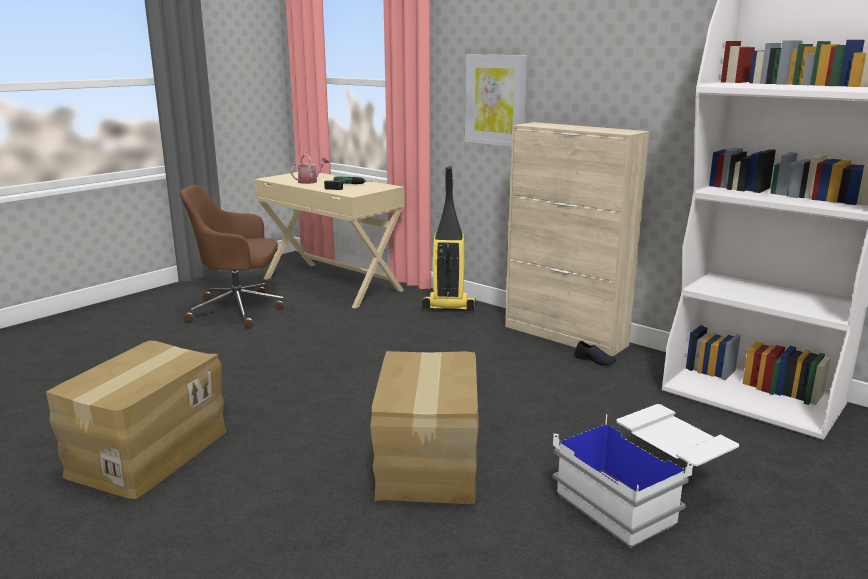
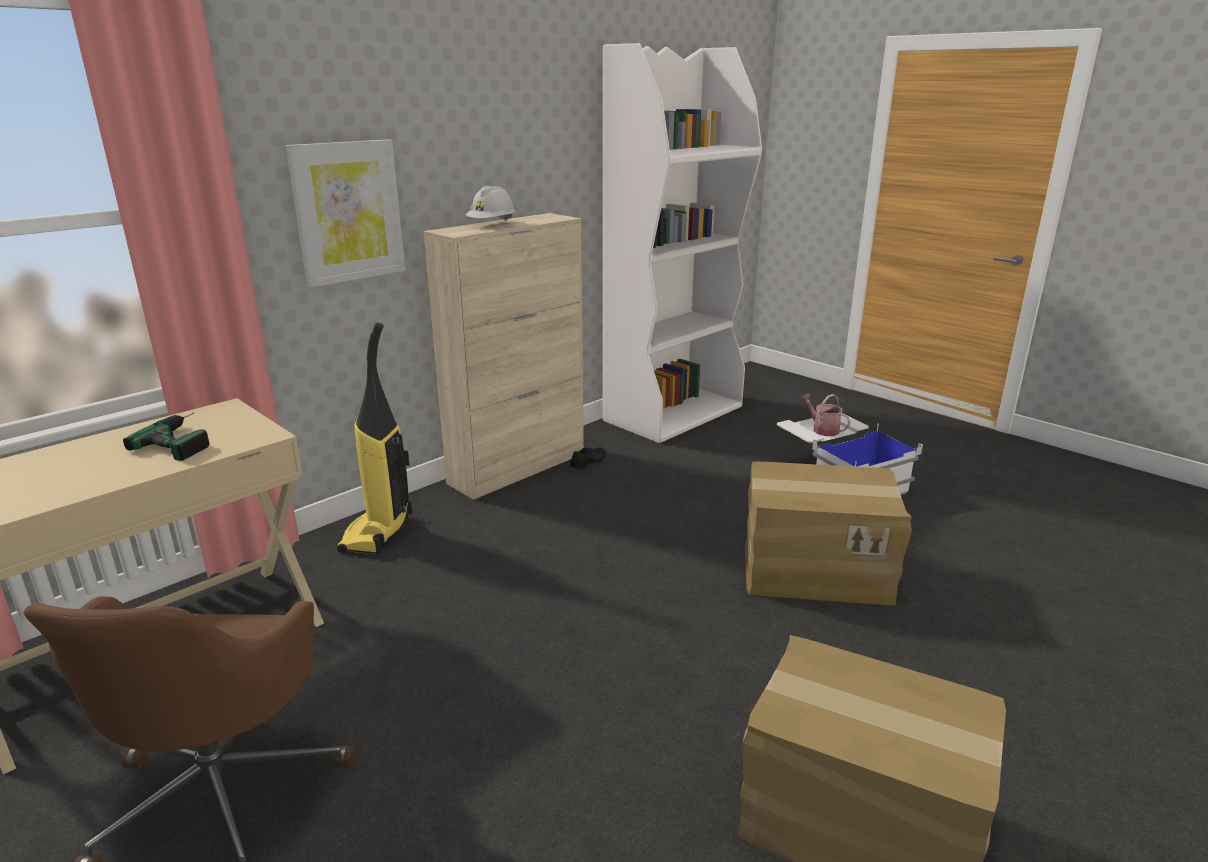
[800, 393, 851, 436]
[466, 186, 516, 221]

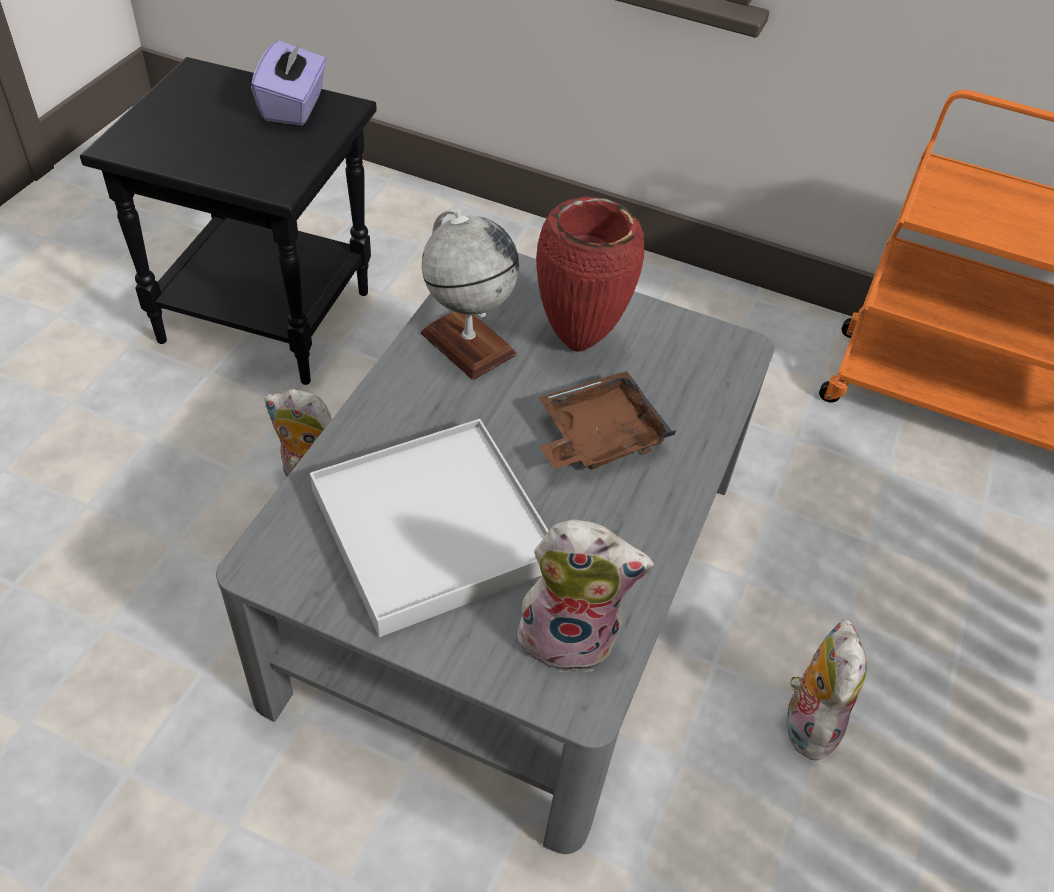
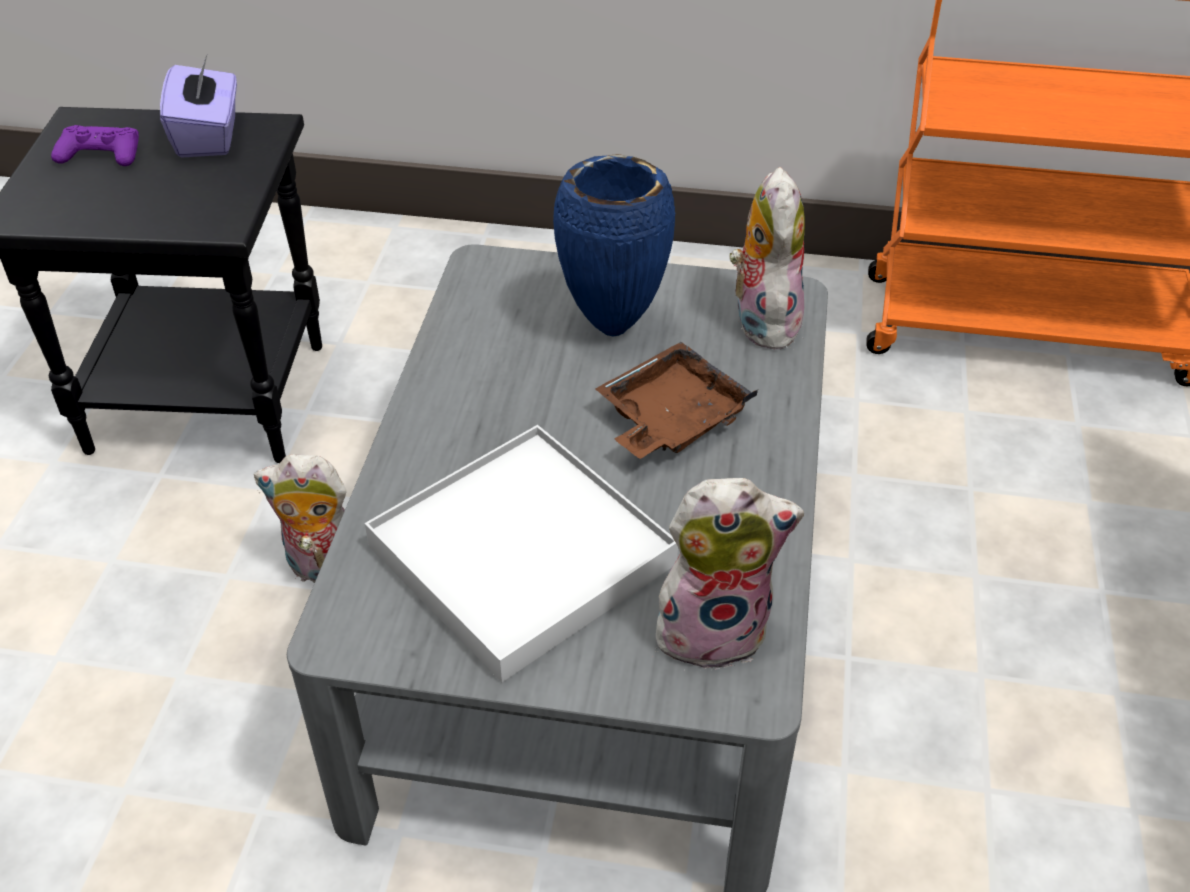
[553, 154, 675, 337]
[421, 208, 519, 380] (first image)
[730, 167, 805, 350]
[51, 125, 139, 166]

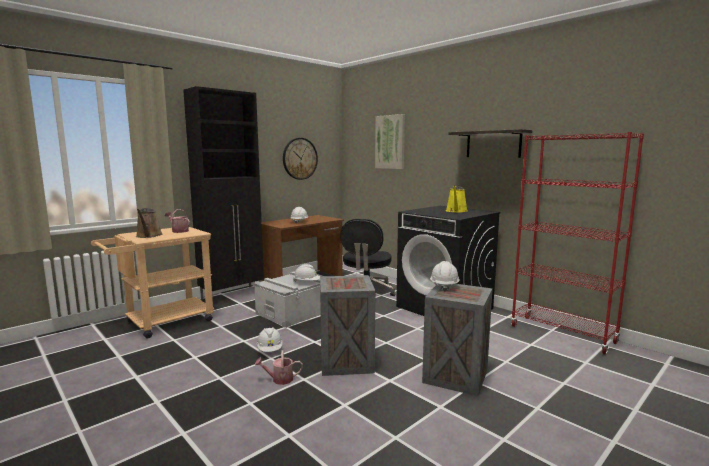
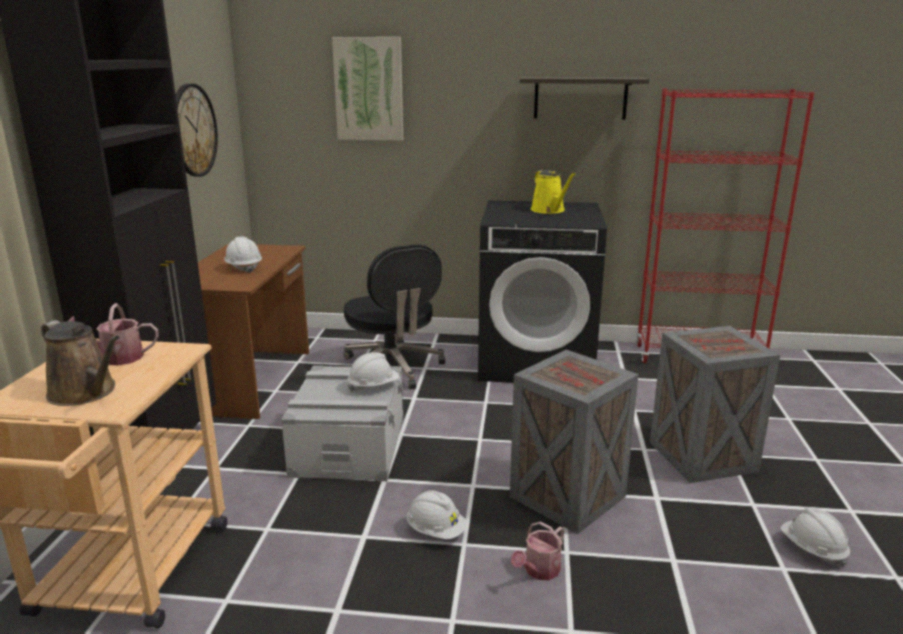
[781, 507, 850, 568]

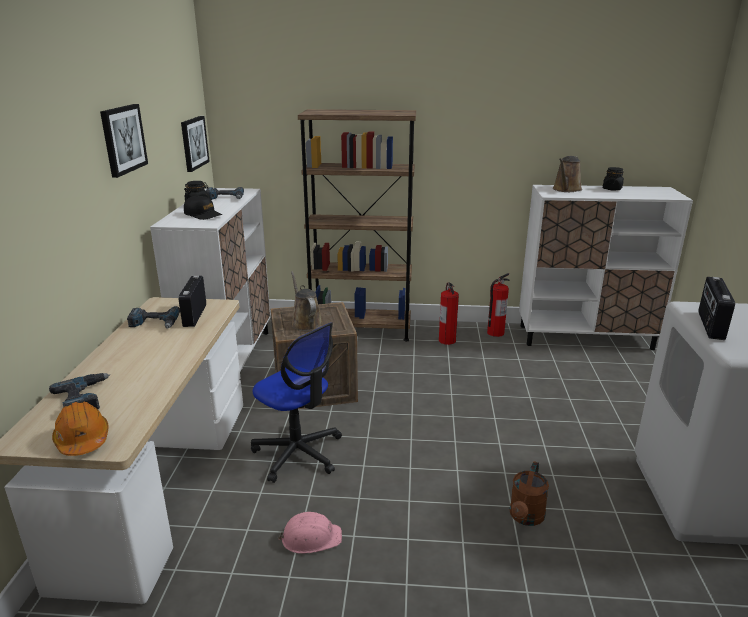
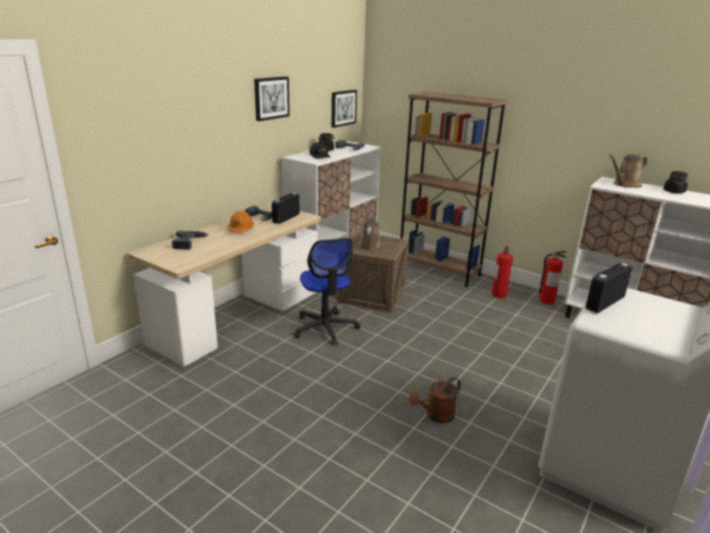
[228, 211, 254, 233]
[278, 512, 342, 554] (first image)

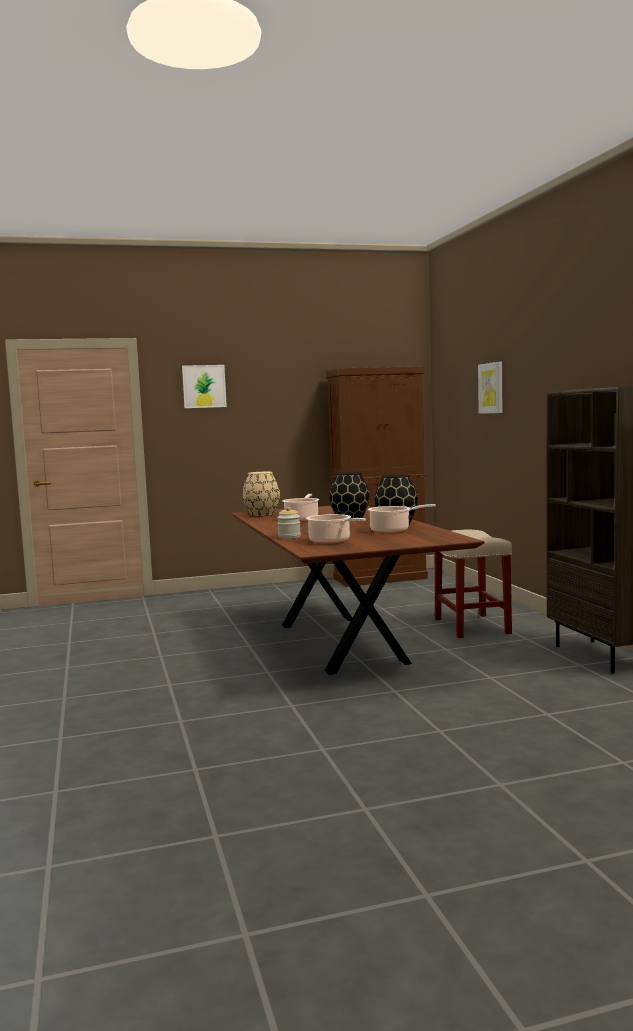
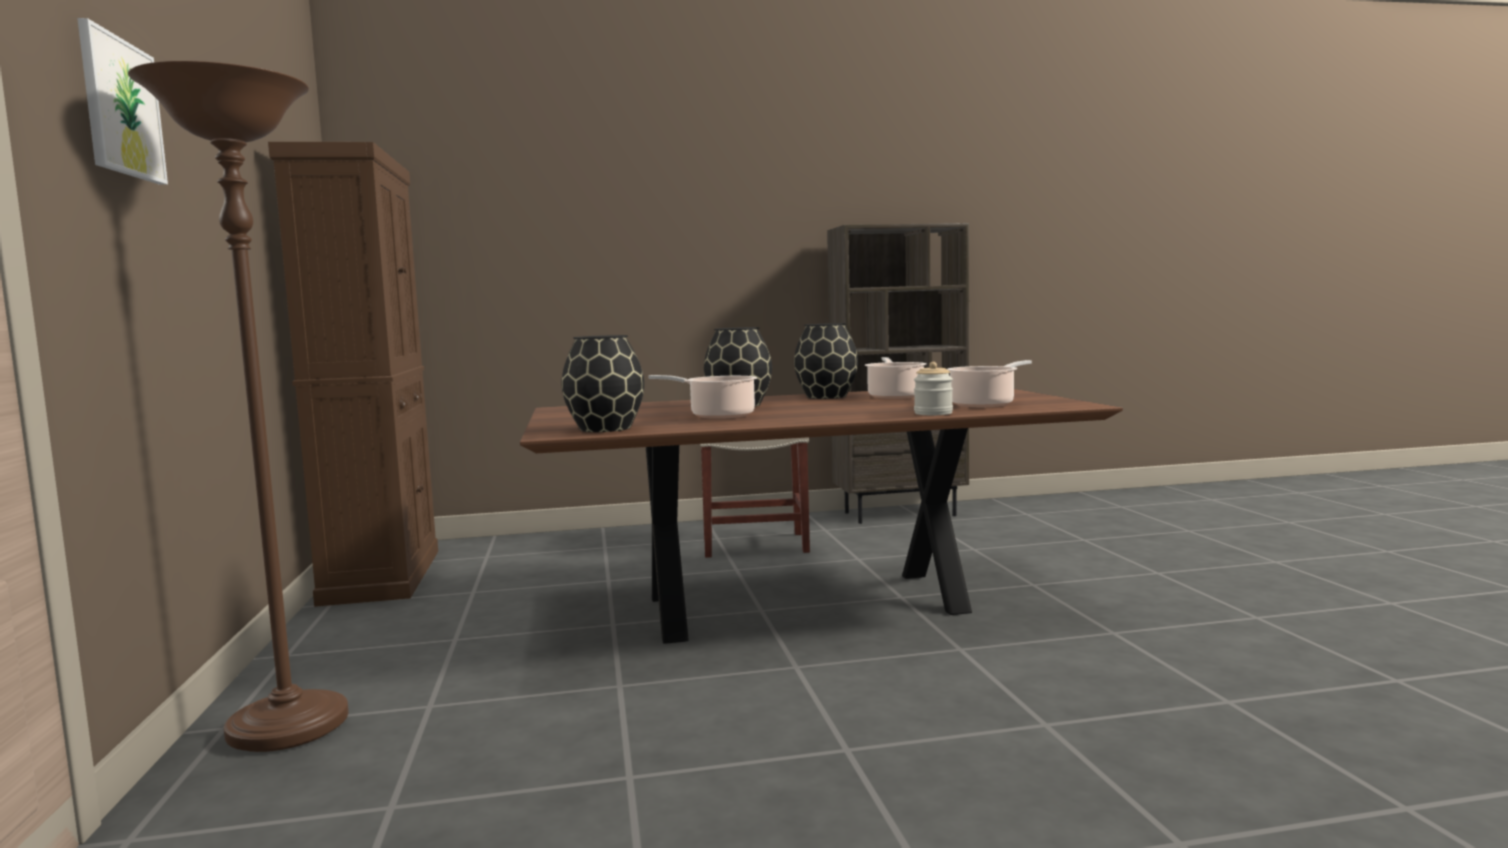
[478, 362, 502, 414] (first image)
[561, 335, 644, 432]
[128, 61, 349, 752]

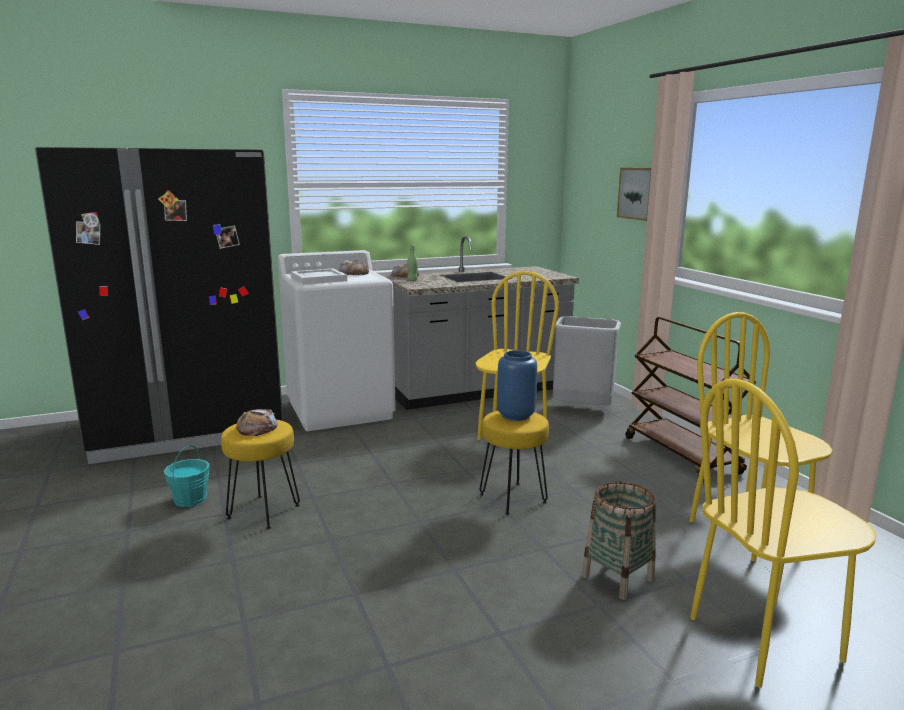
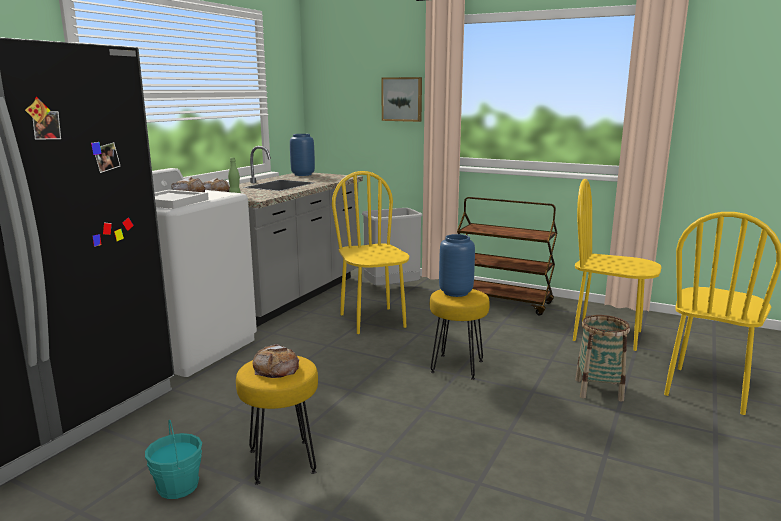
[290, 134, 315, 176]

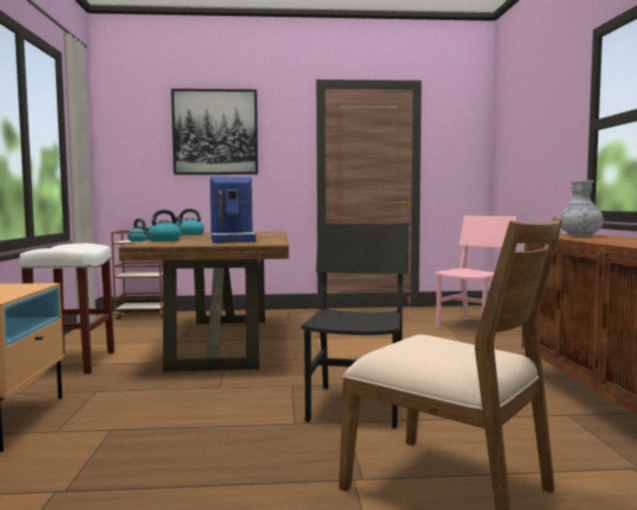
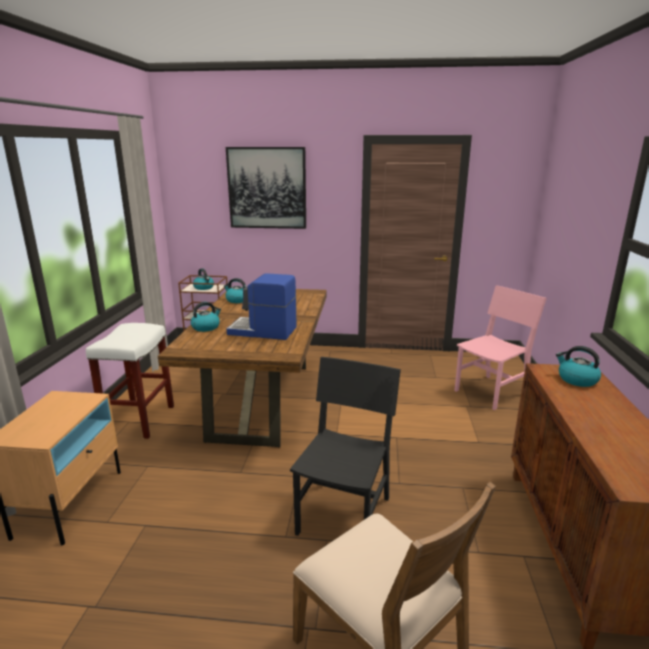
[227, 273, 297, 340]
[556, 346, 601, 387]

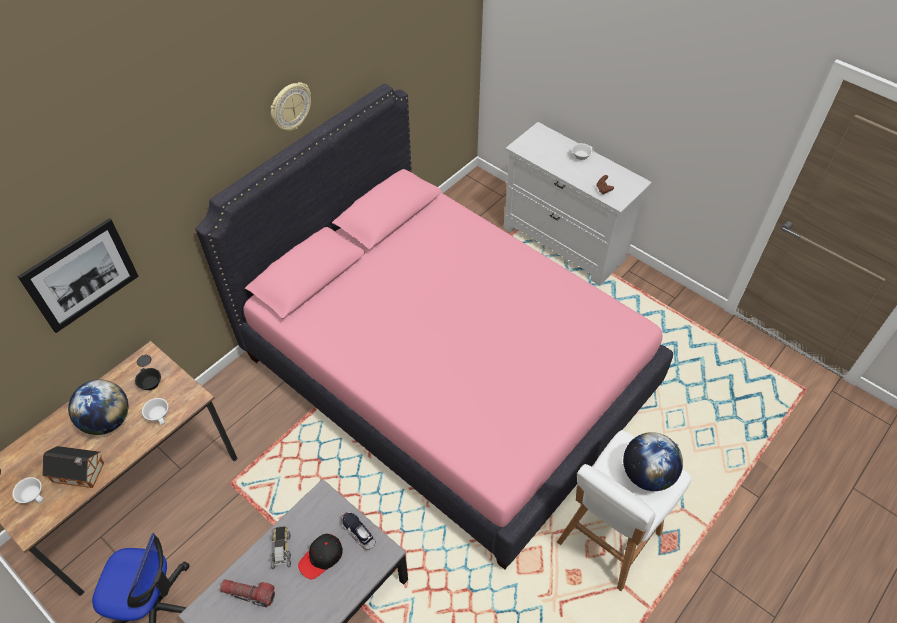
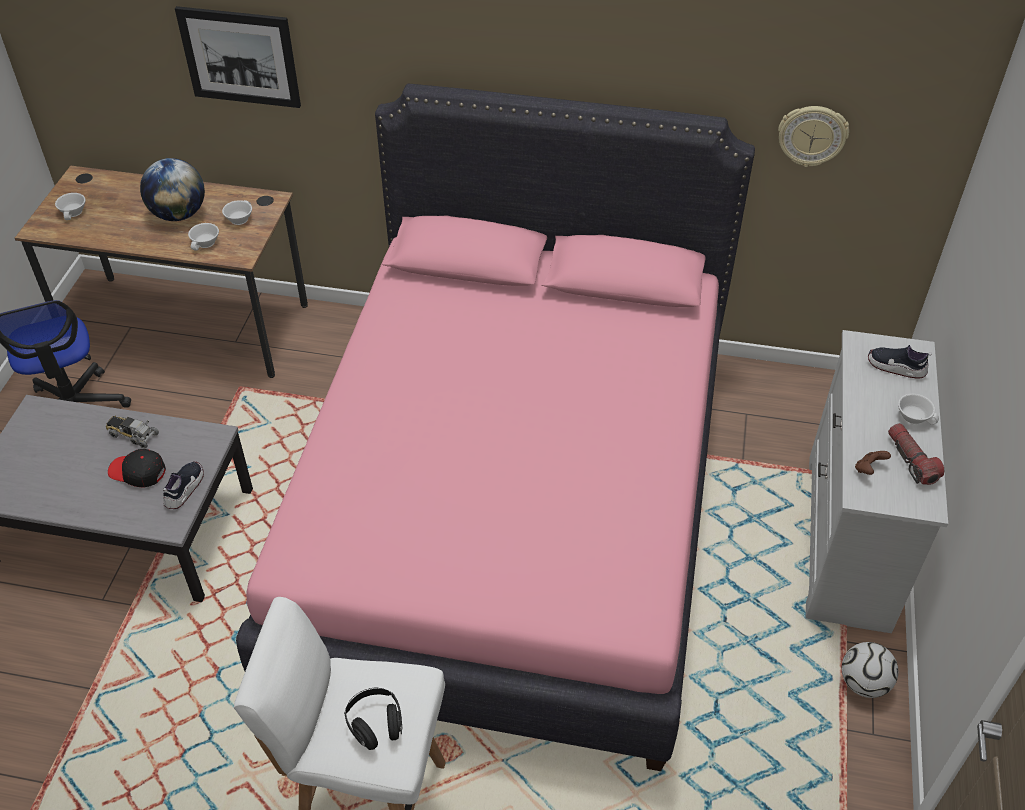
[778, 106, 849, 167]
[222, 200, 252, 225]
[344, 688, 403, 750]
[43, 446, 104, 488] (first image)
[106, 415, 159, 448]
[888, 423, 944, 485]
[868, 345, 932, 378]
[841, 642, 898, 698]

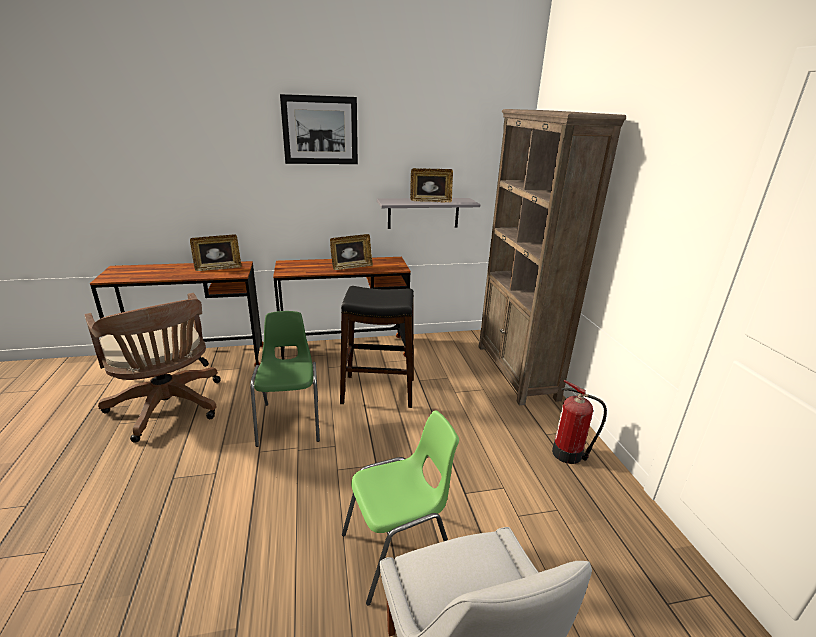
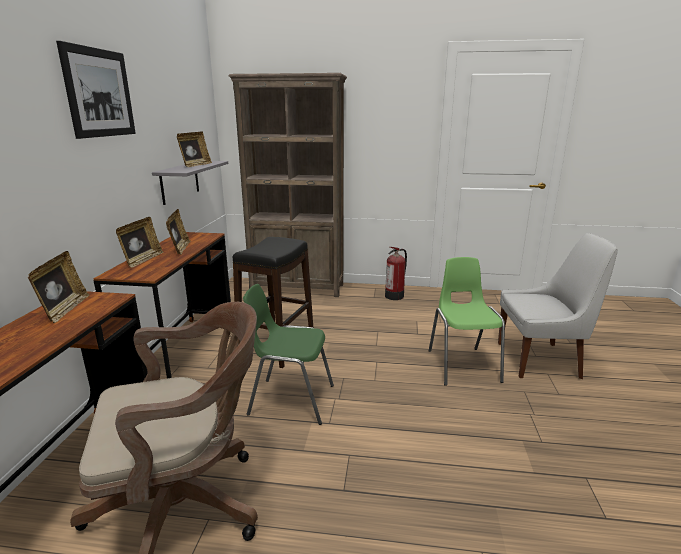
[116, 217, 163, 268]

